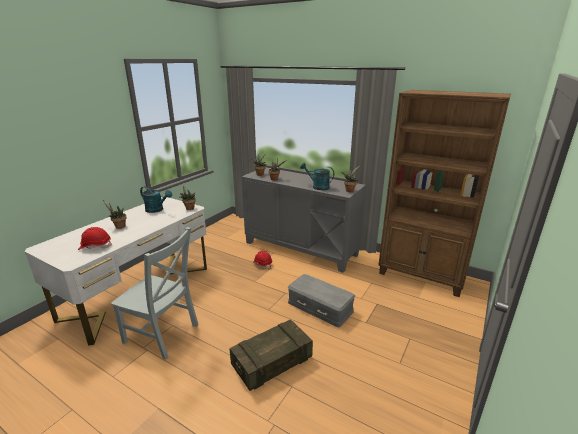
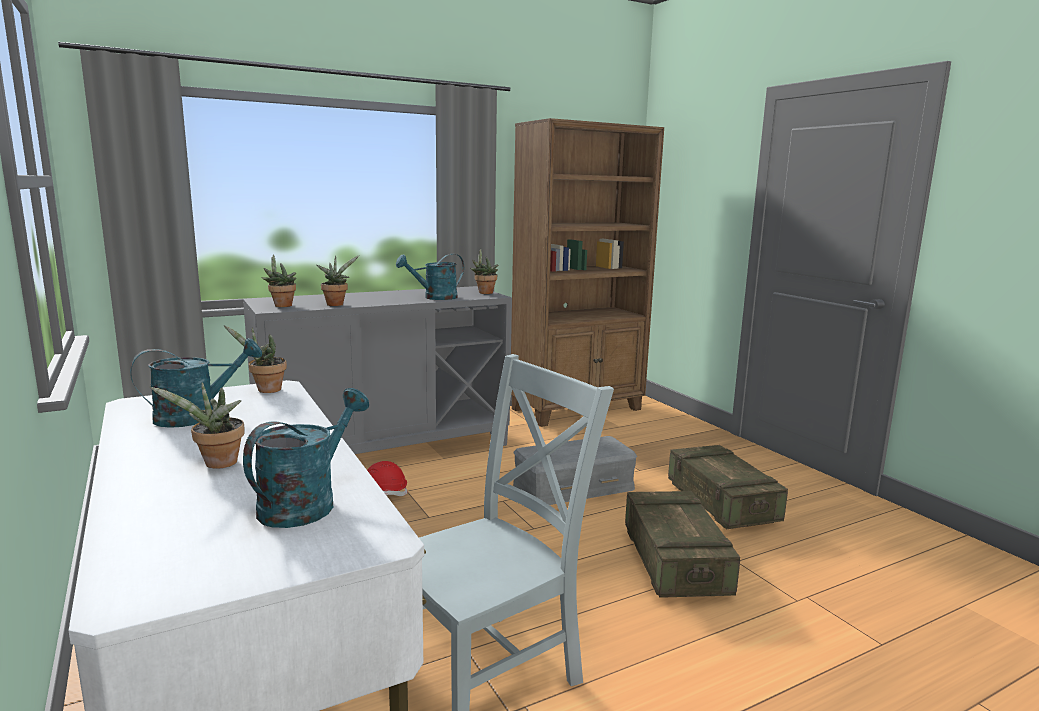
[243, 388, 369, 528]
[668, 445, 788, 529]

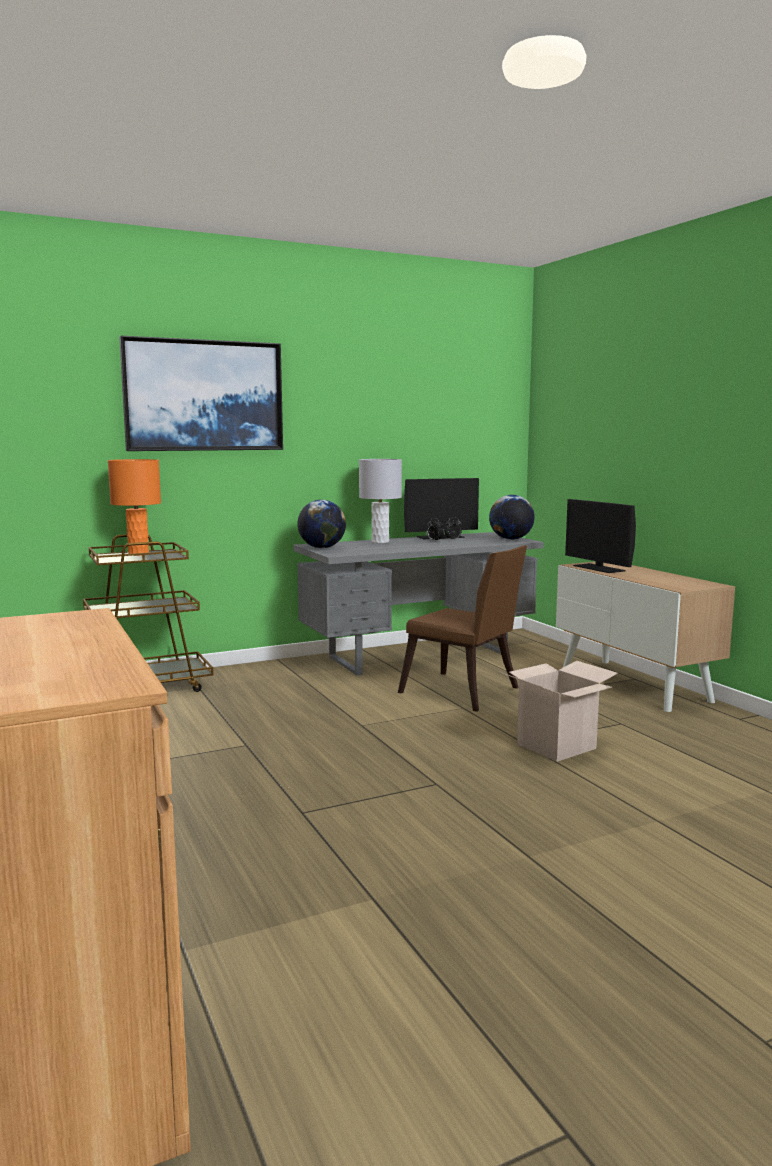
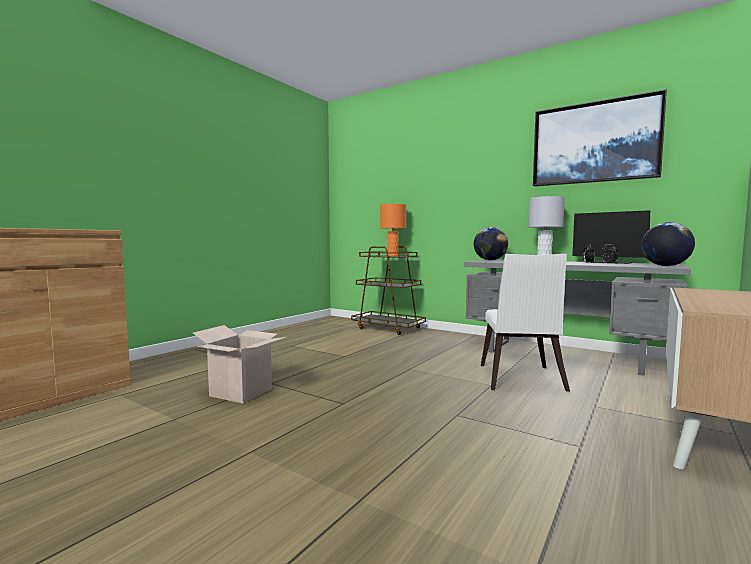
[533, 89, 667, 187]
[565, 499, 636, 573] (first image)
[481, 254, 570, 392]
[193, 325, 287, 404]

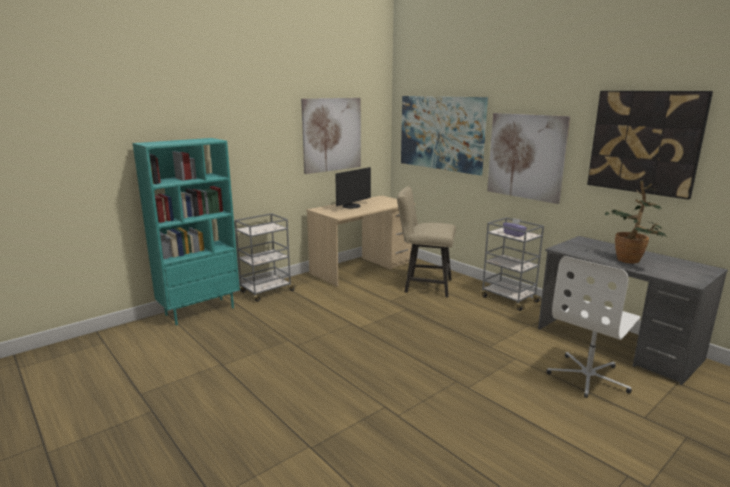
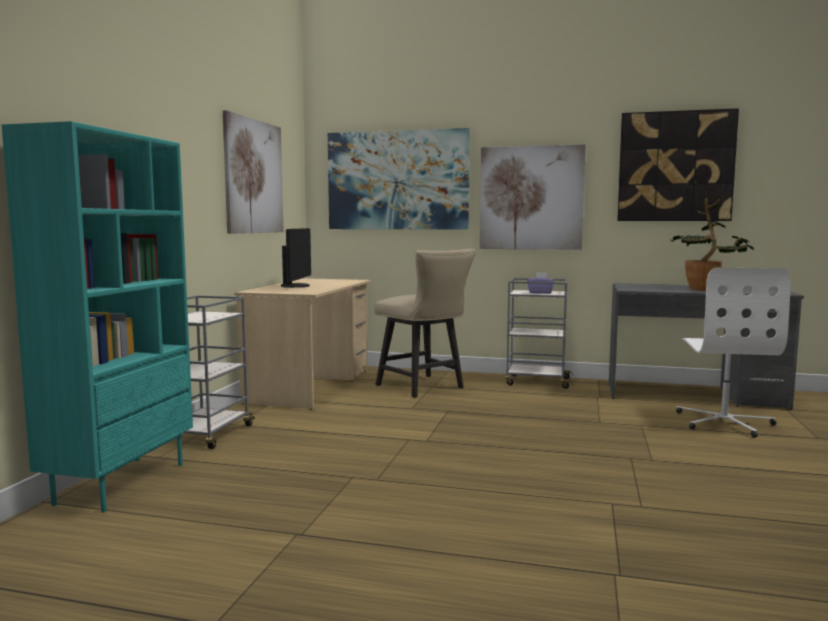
[374, 249, 476, 398]

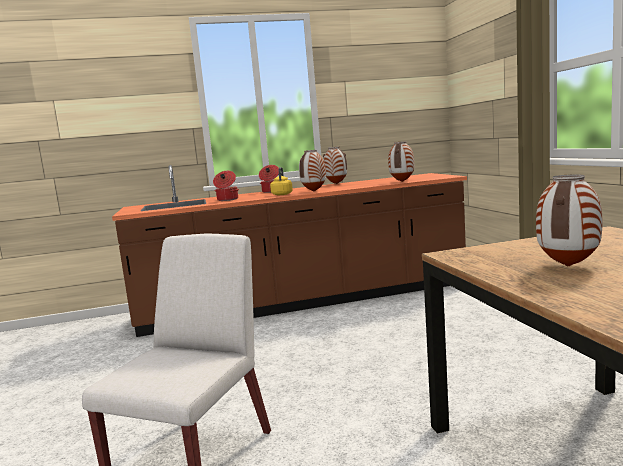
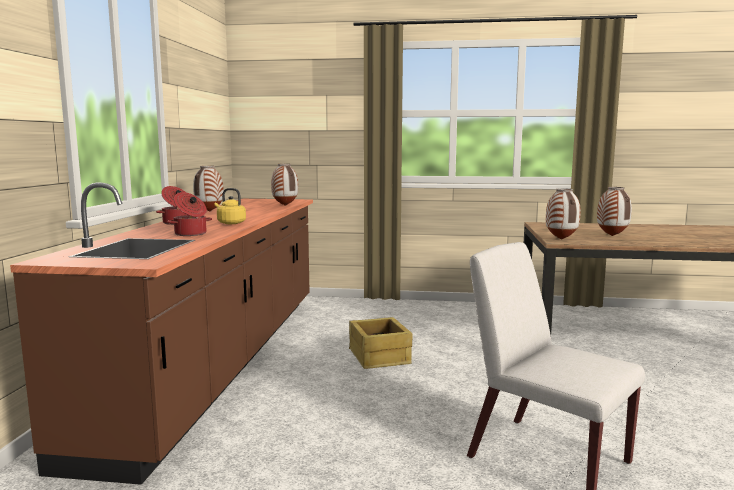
[546, 188, 581, 240]
[349, 317, 412, 369]

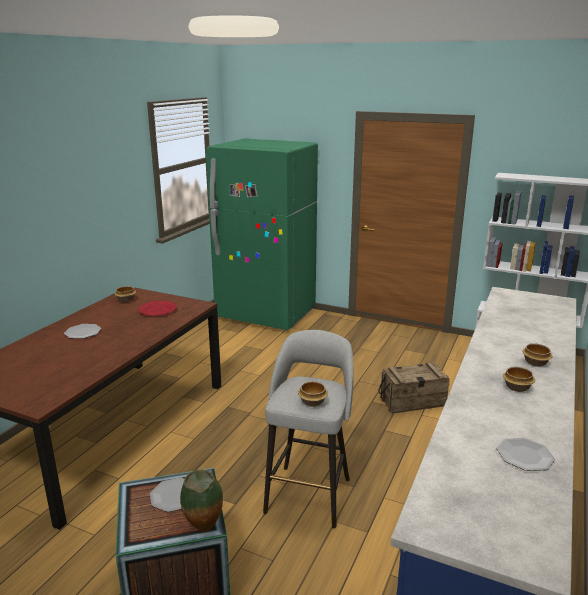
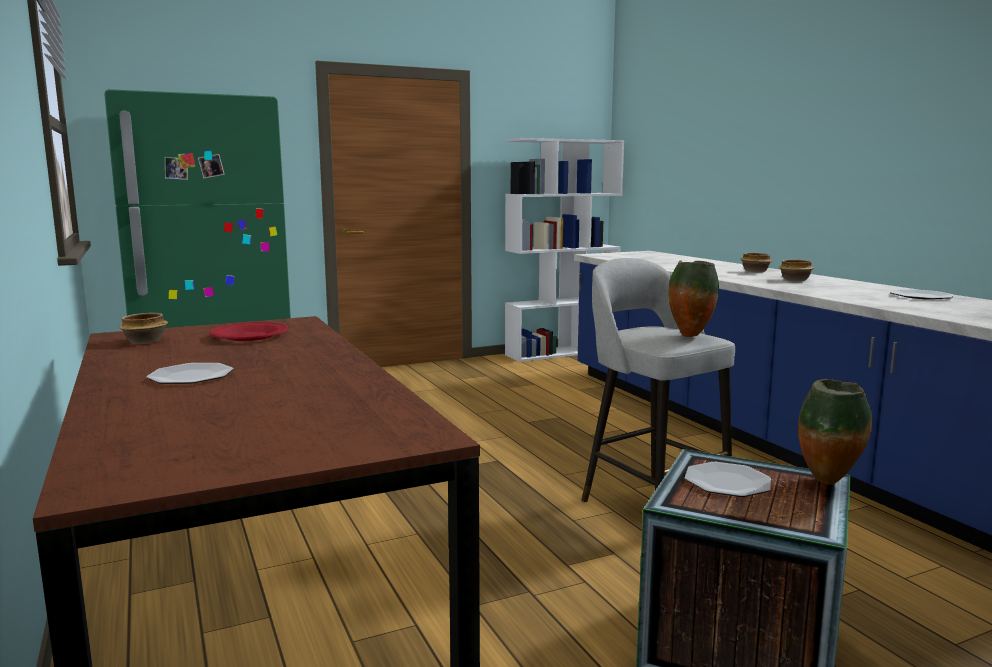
[378, 362, 450, 413] (first image)
[668, 260, 719, 337]

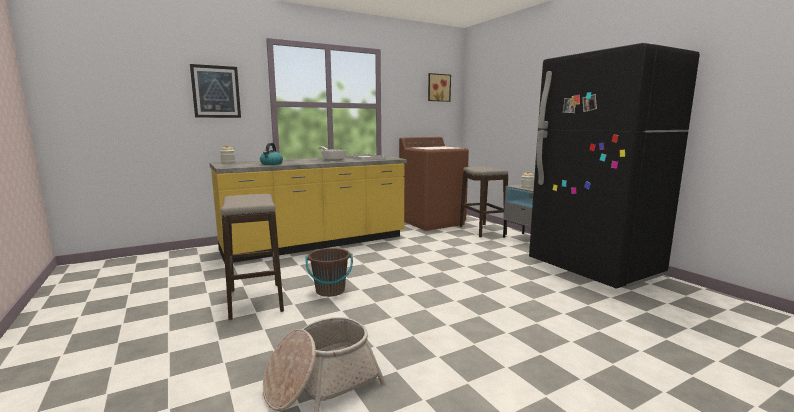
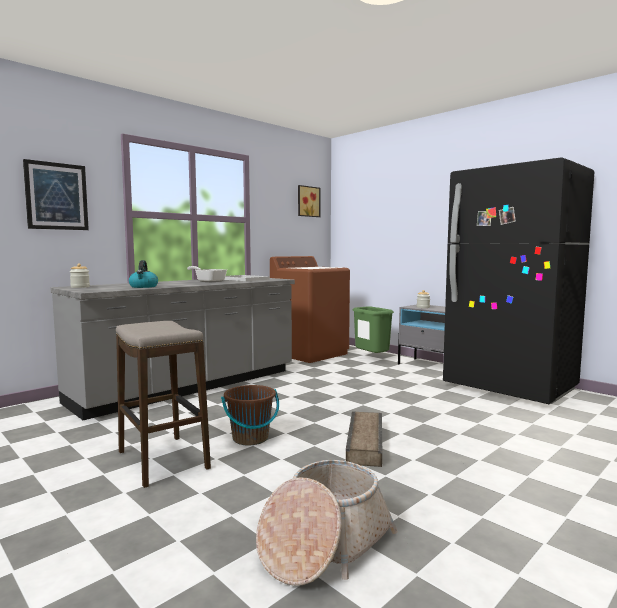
[50, 278, 295, 420]
[352, 306, 394, 353]
[346, 411, 382, 467]

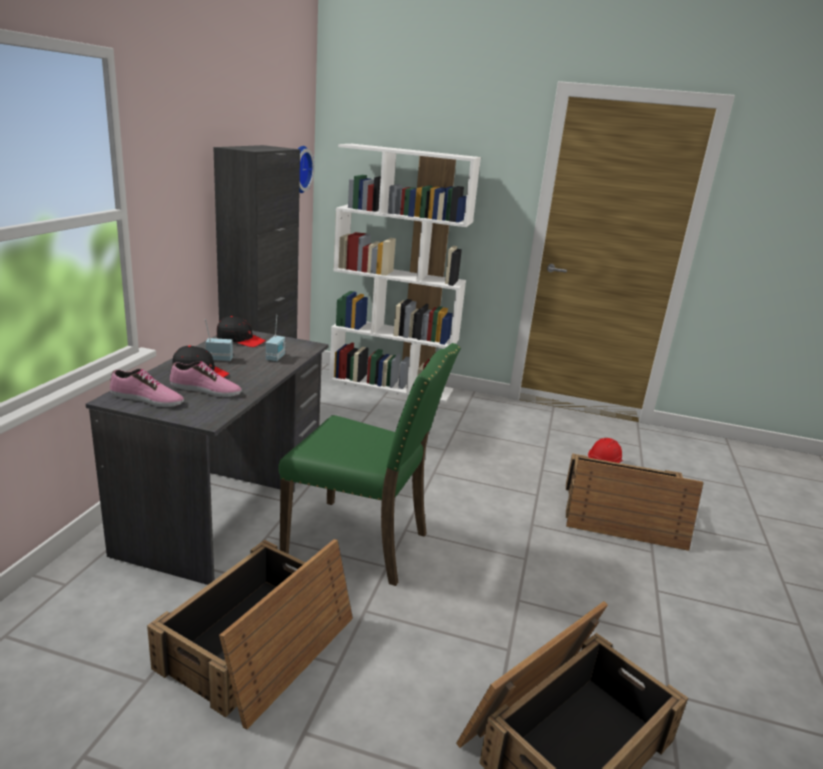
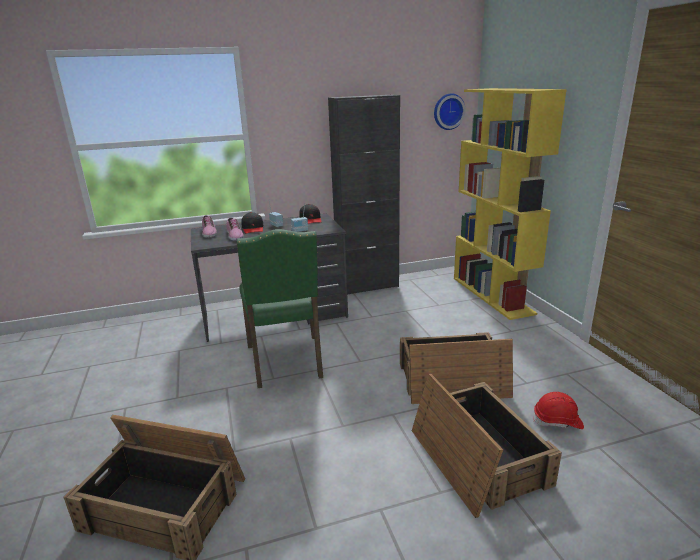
[454, 88, 567, 320]
[400, 332, 513, 404]

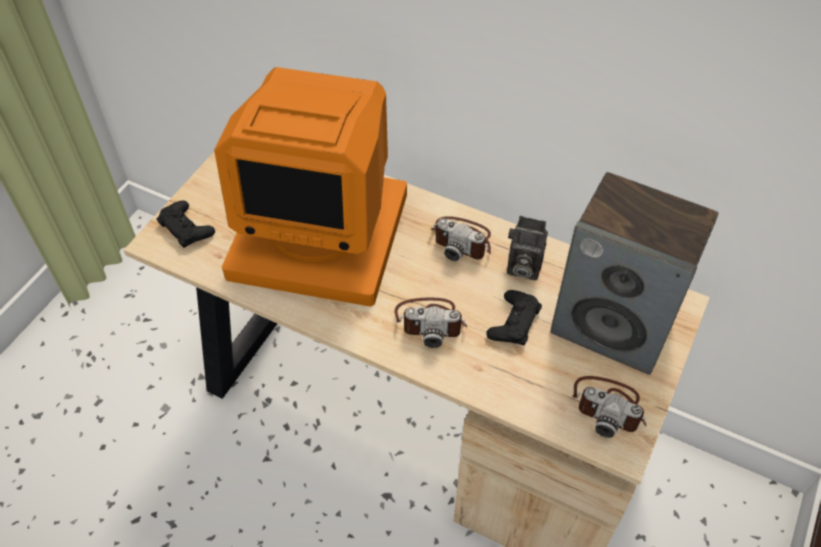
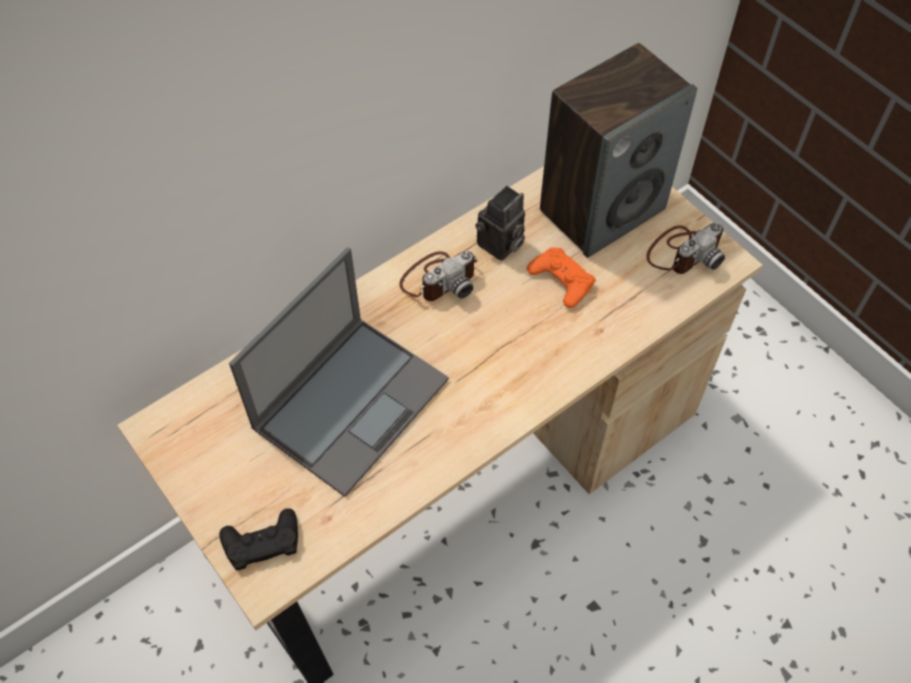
[229, 247, 449, 497]
[527, 247, 596, 308]
[395, 298, 467, 348] (first image)

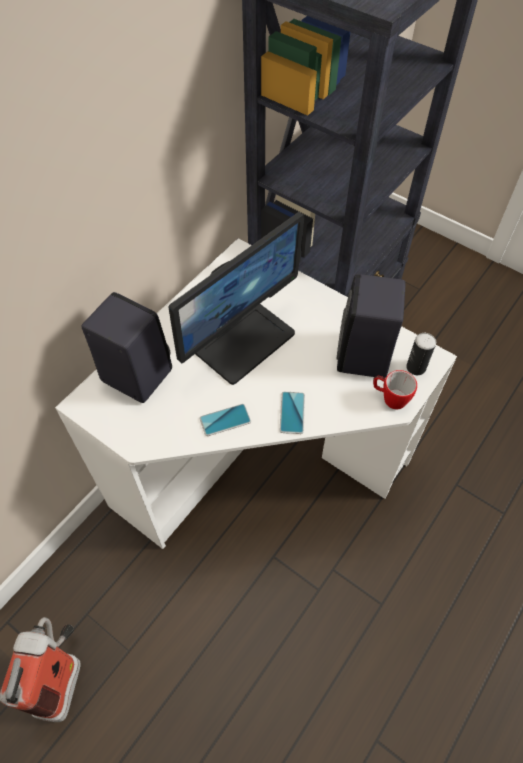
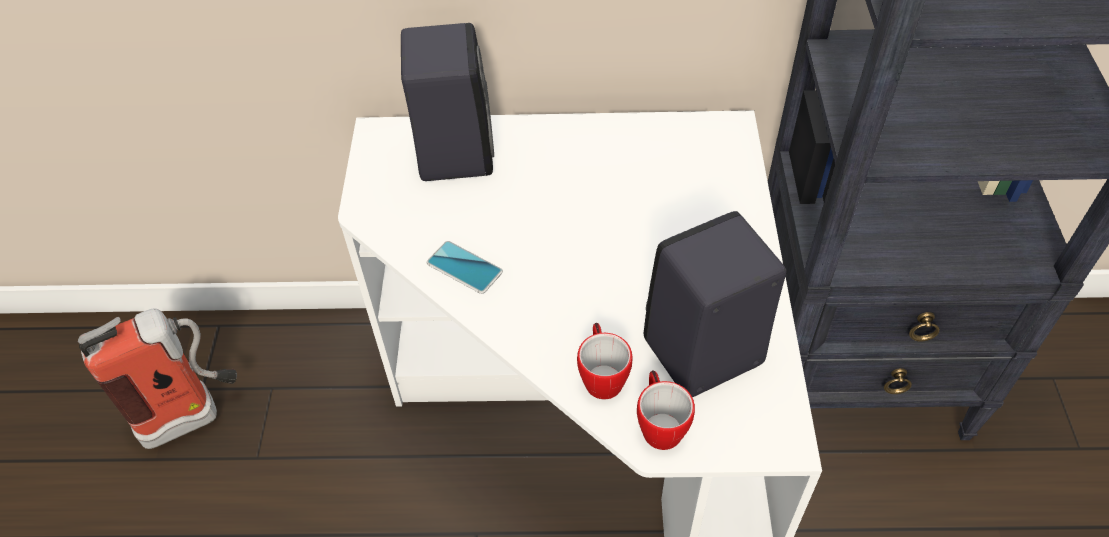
[168, 212, 305, 385] (first image)
[406, 333, 436, 375] (first image)
[280, 392, 305, 434] (first image)
[577, 323, 633, 399]

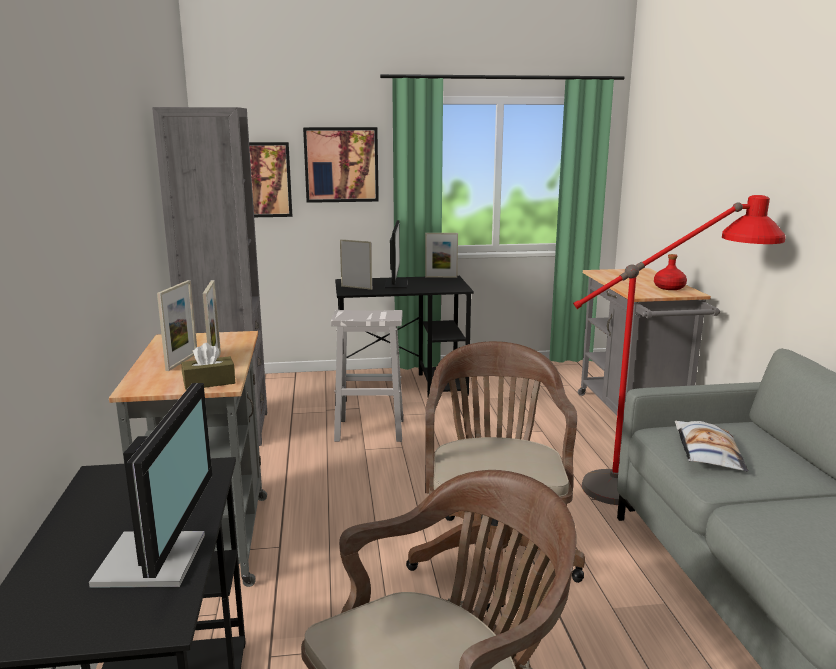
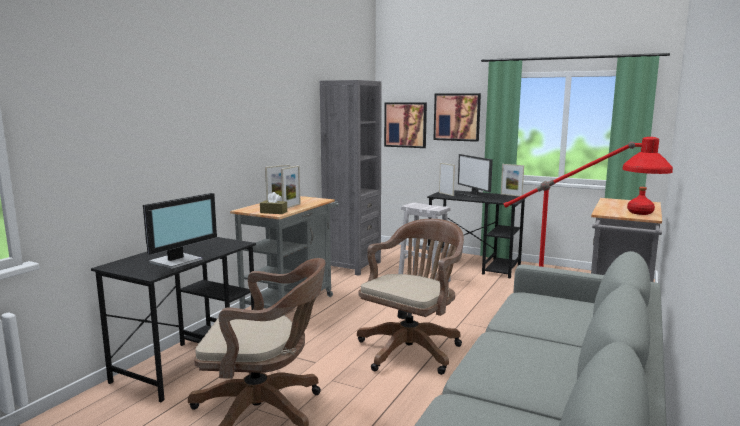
[458, 154, 493, 198]
[675, 420, 748, 472] (first image)

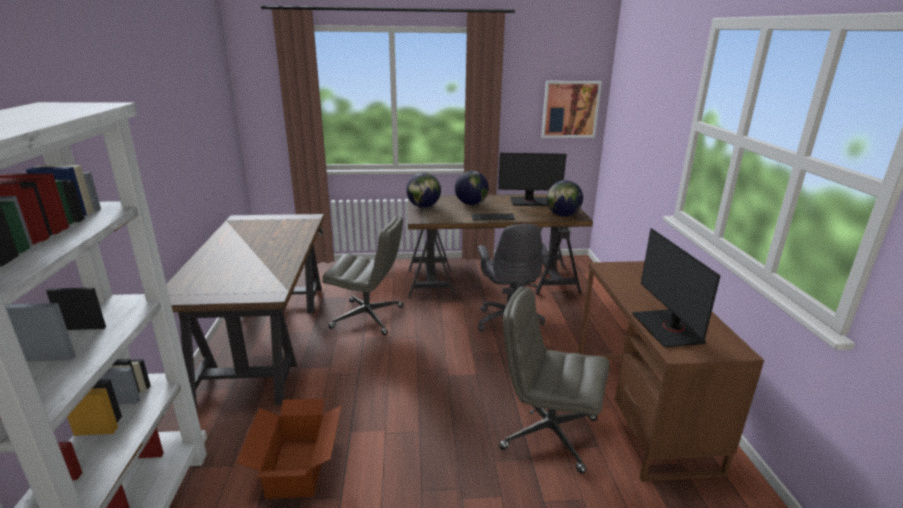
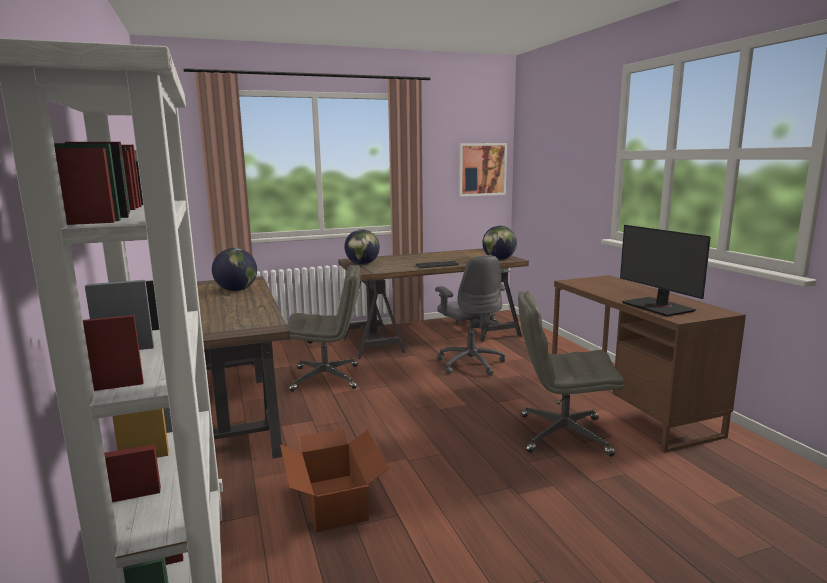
[498, 153, 566, 206] (first image)
[212, 248, 257, 291]

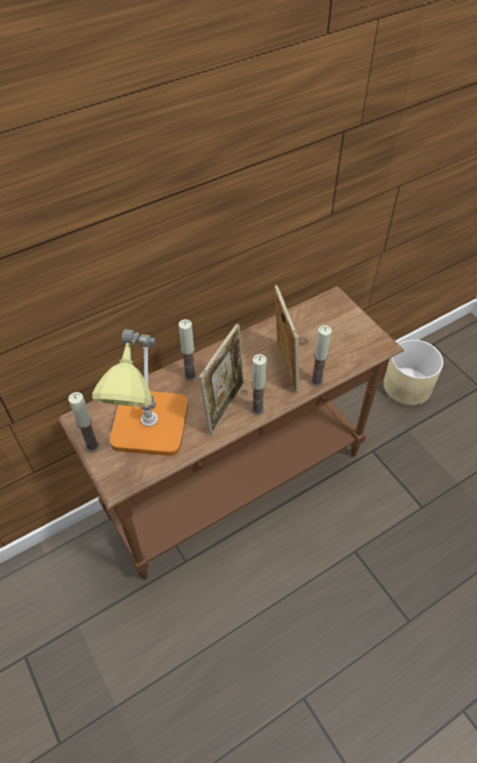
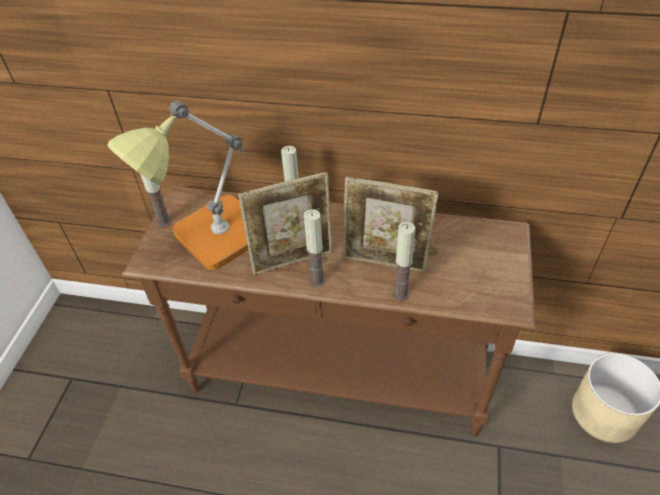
[343, 177, 439, 272]

